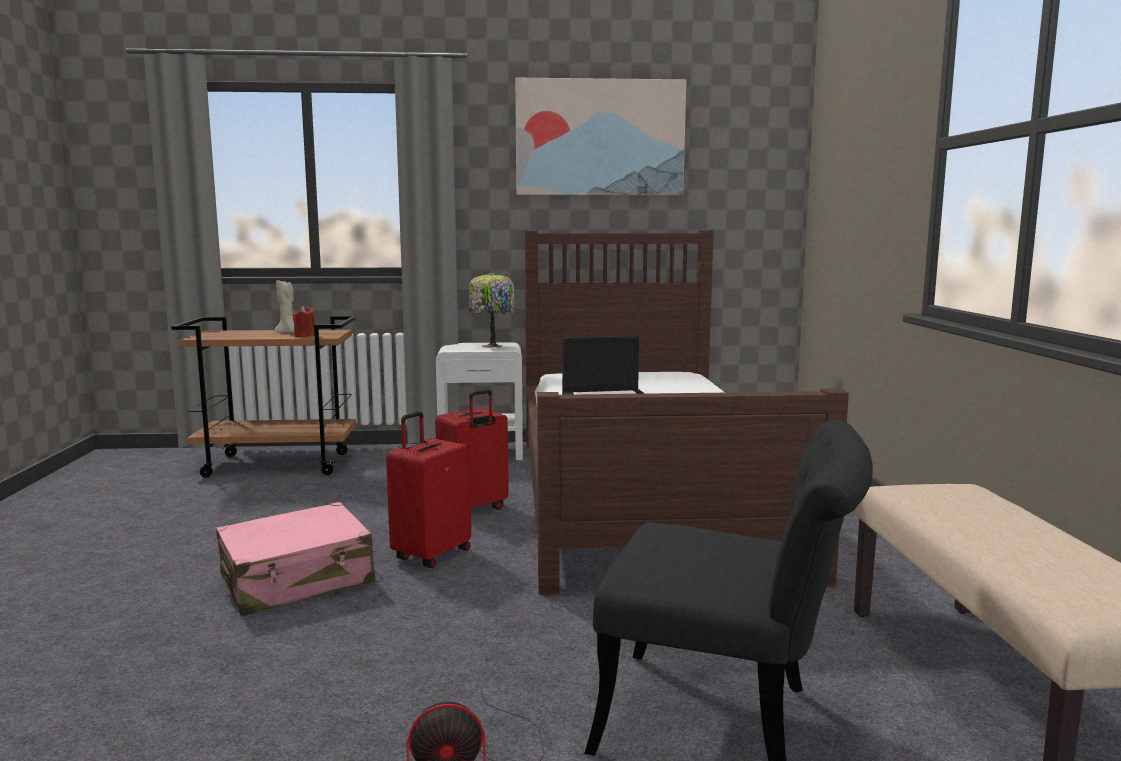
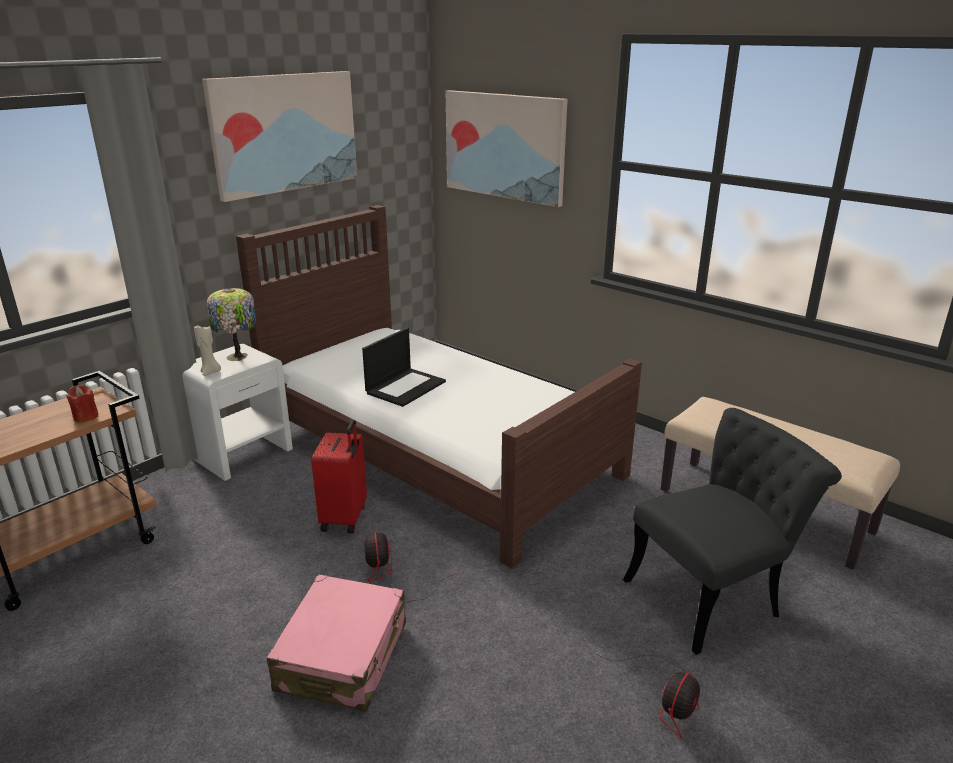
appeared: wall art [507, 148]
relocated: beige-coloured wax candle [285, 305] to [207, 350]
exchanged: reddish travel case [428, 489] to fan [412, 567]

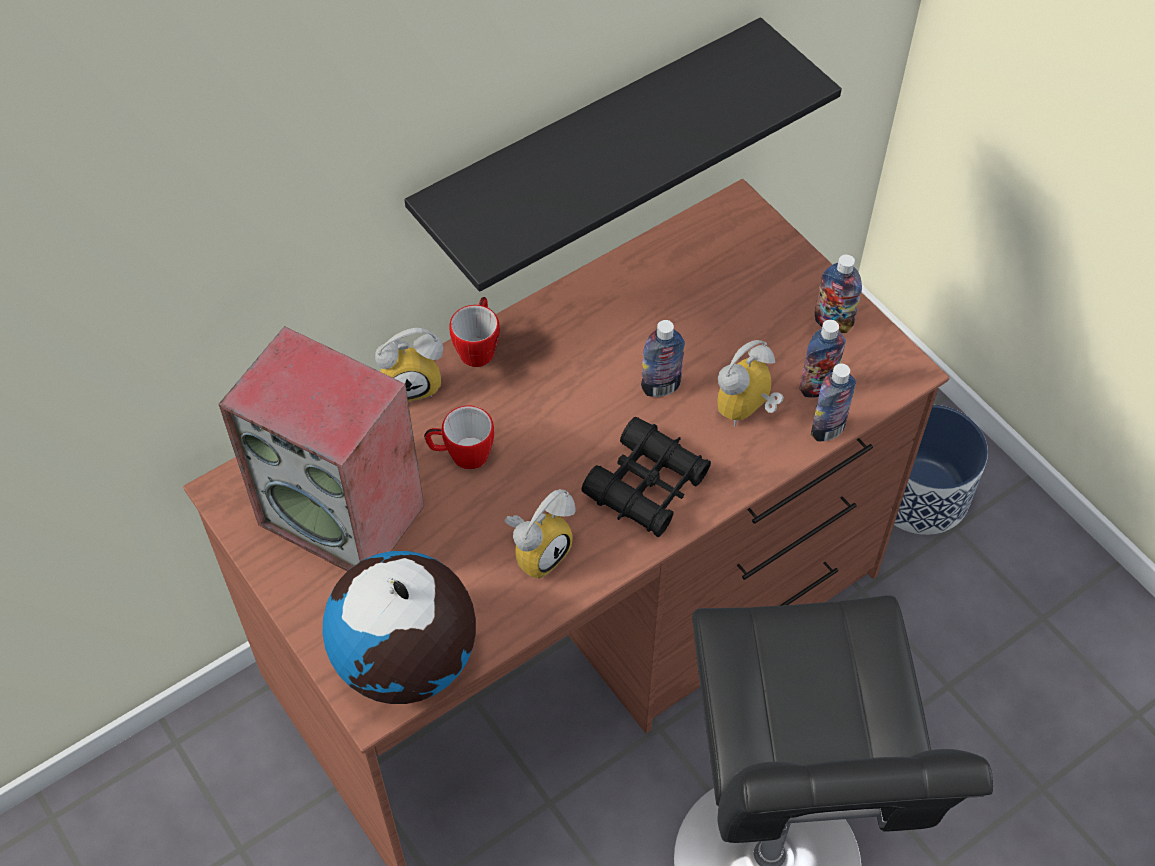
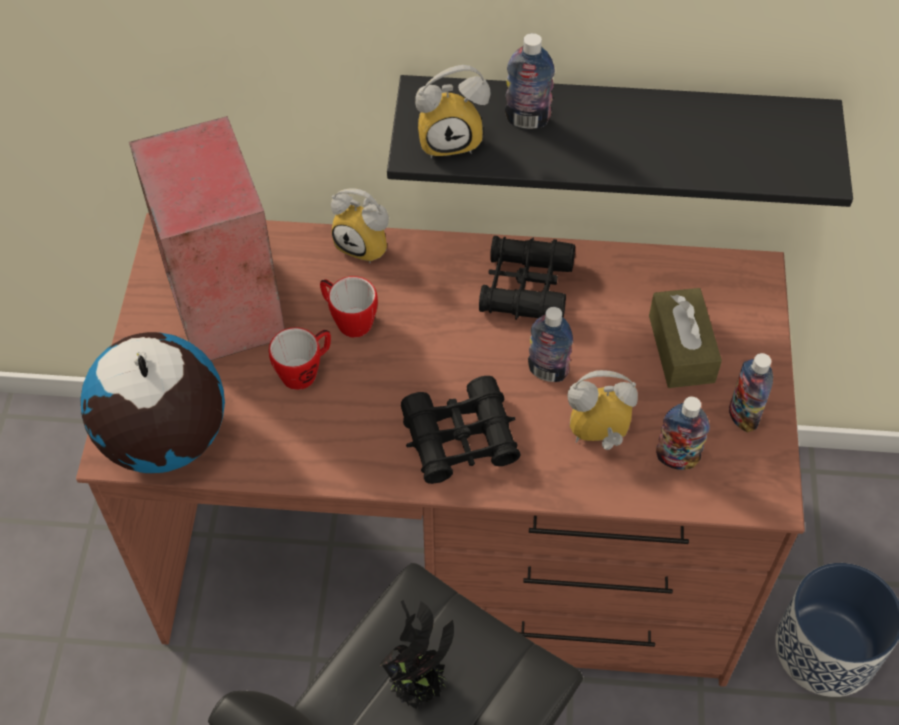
appeared: houseplant [417, 654]; black binoculars [527, 278]; brown tissue box [685, 338]
relocated: tea mug [474, 332] to [300, 358]; alarm clock [540, 533] to [453, 111]; beverage bottle [833, 403] to [530, 81]

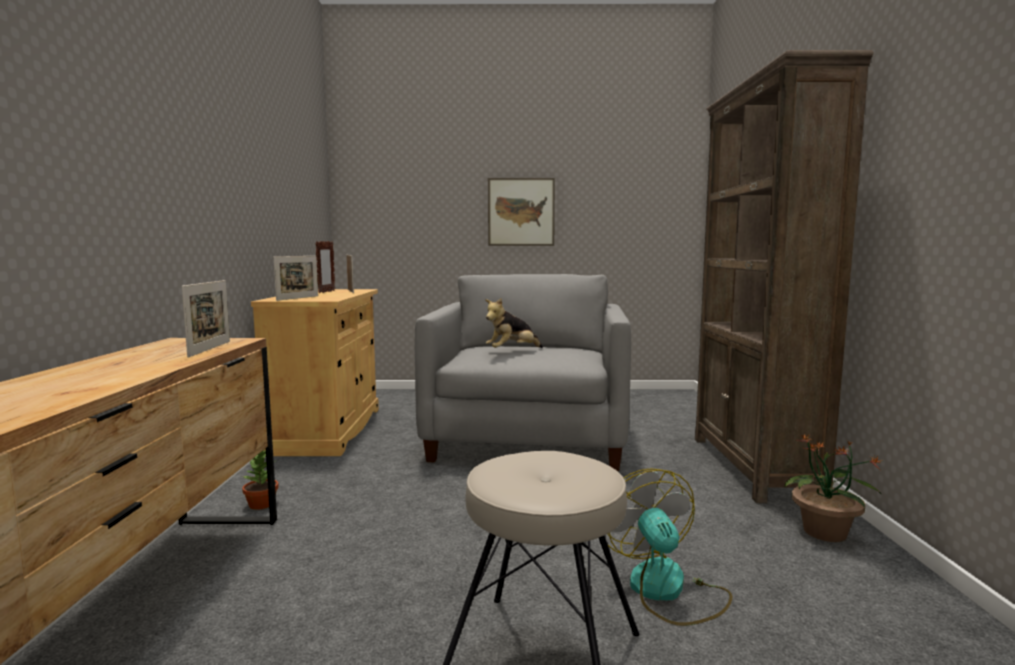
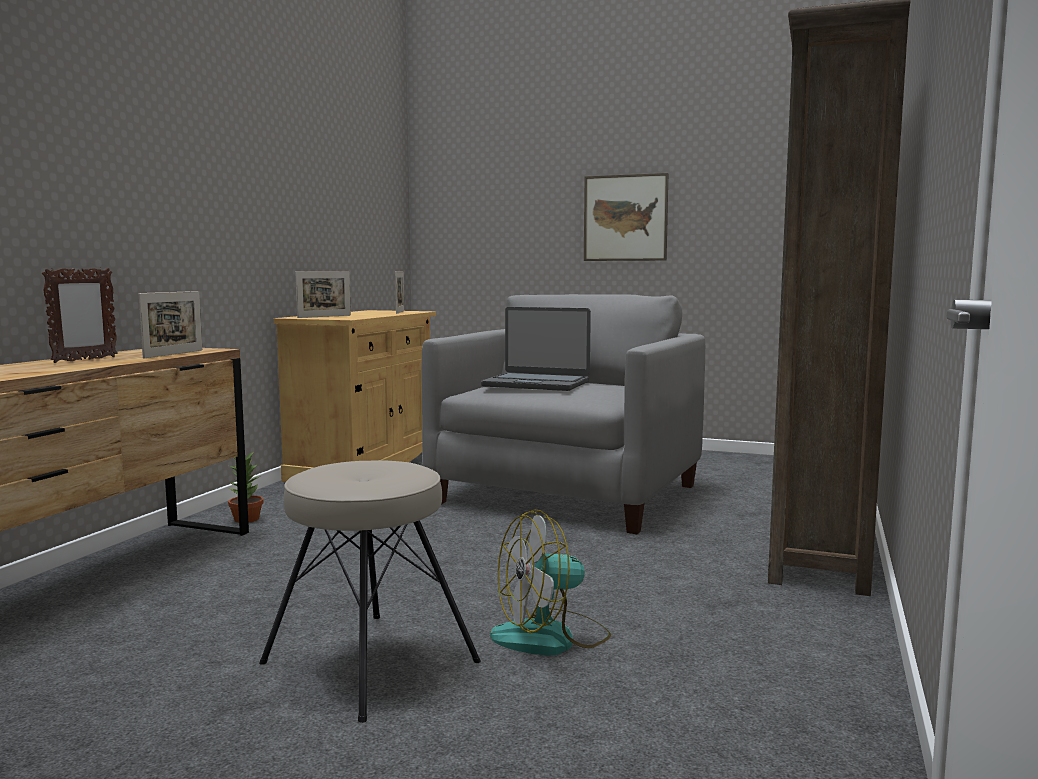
missing: houseplant [833, 488]
relocated: photo frame [325, 267] to [80, 315]
exchanged: cuddly toy [514, 323] to laptop [536, 349]
spun: fan [669, 547] = [550, 582] 120 degrees counterclockwise

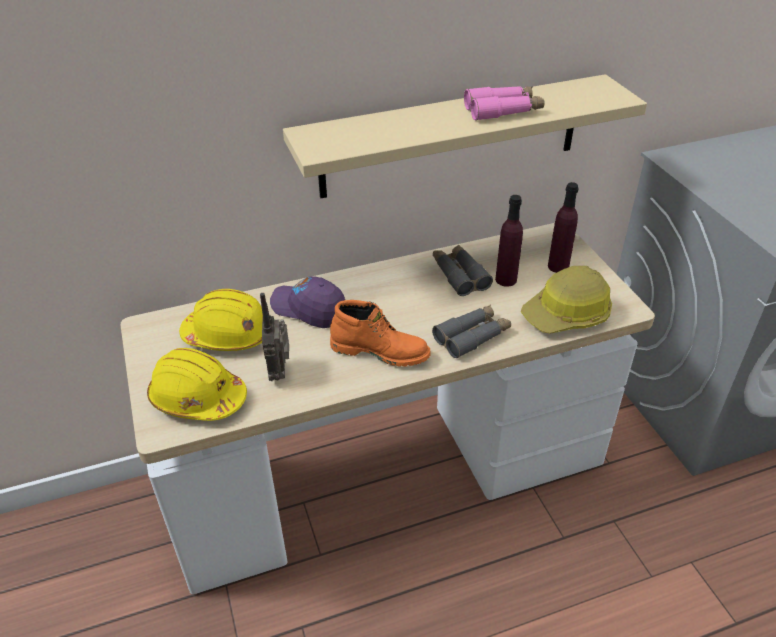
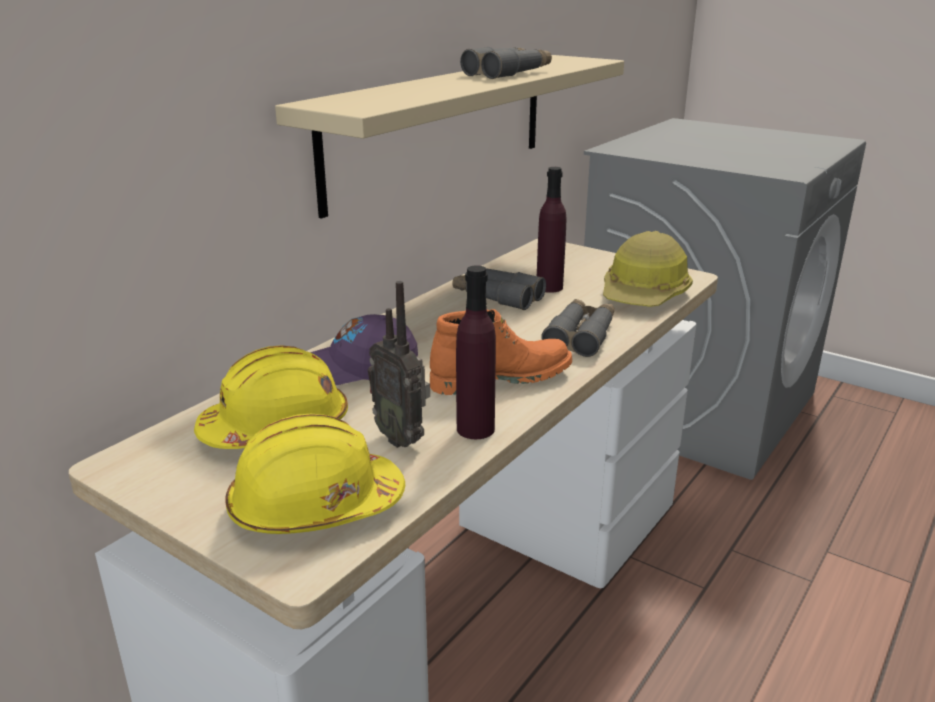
relocated: purplish beverage bottle [563, 227] to [476, 352]
colour: pinkish binoculars [504, 103] to grey binoculars [506, 63]

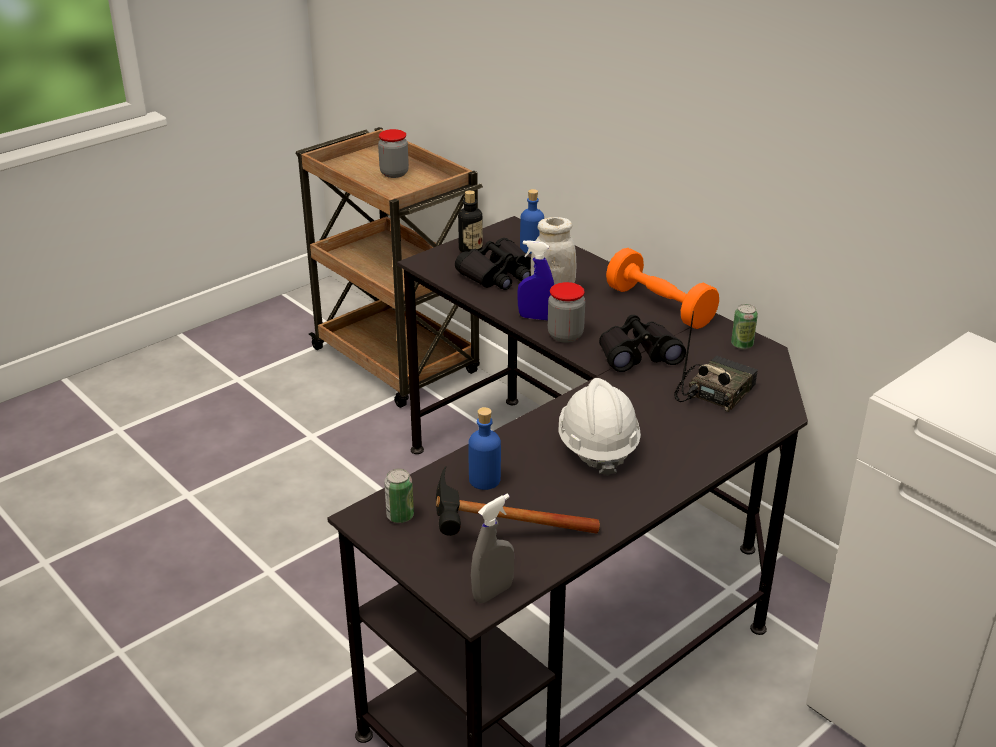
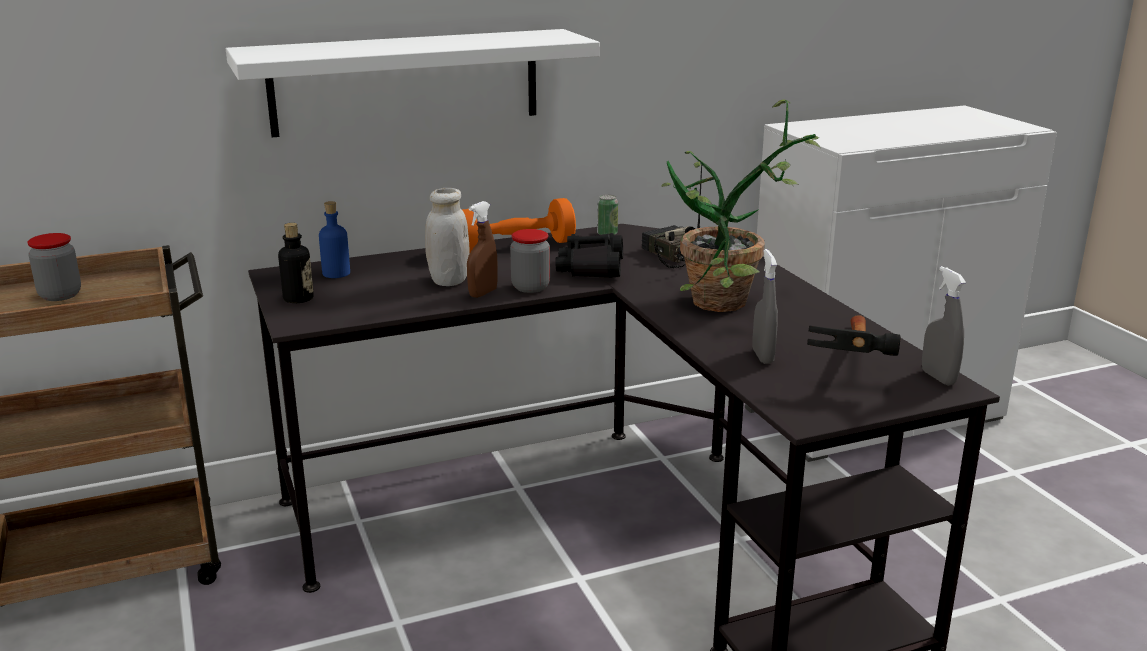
missing: sealed can [399, 495]; black binoculars [493, 264]
appeared: white shelf [413, 83]
exchanged: blue beverage bottle [484, 448] to grey spray bottle [765, 306]; white safety helmet [599, 427] to houseplant [741, 205]
colour: blue spray bottle [535, 280] to brown spray bottle [482, 249]

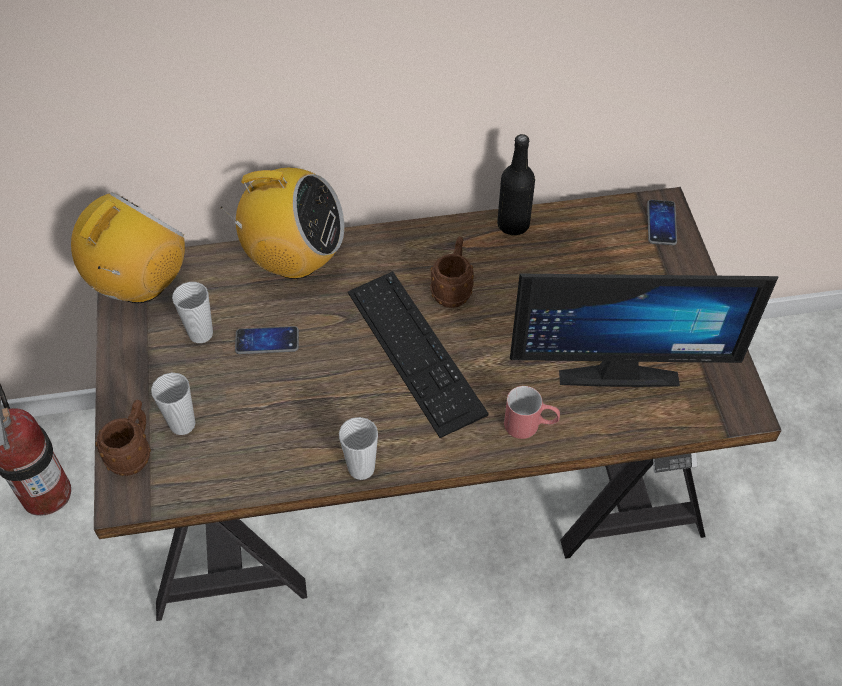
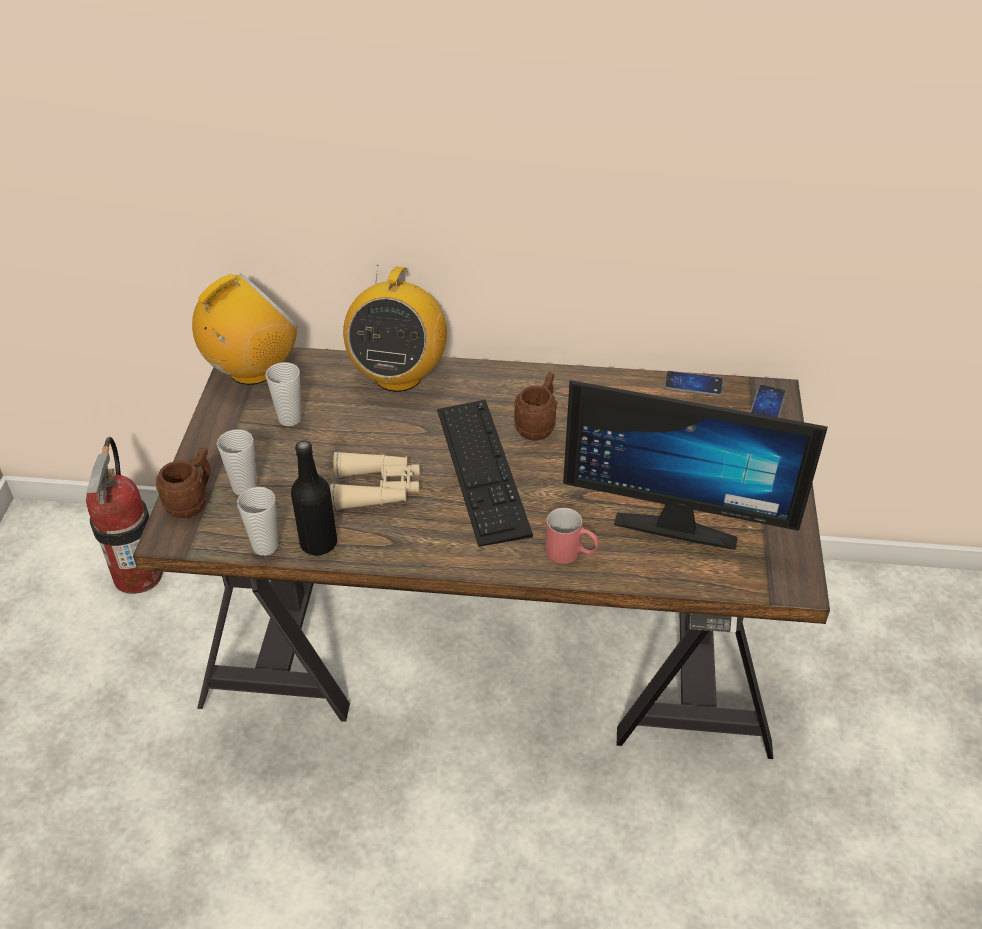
appeared: beige-coloured binoculars [375, 480]
relocated: phone [267, 340] to [694, 384]; cup [358, 448] to [258, 521]; black beverage bottle [516, 184] to [314, 498]
spun: radio [282, 223] = [395, 328] 75 degrees clockwise

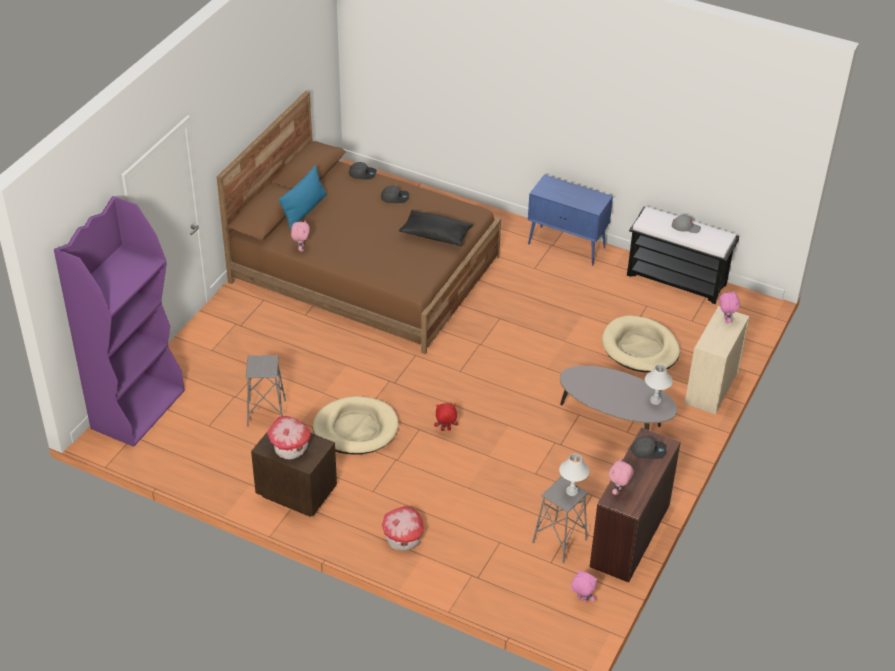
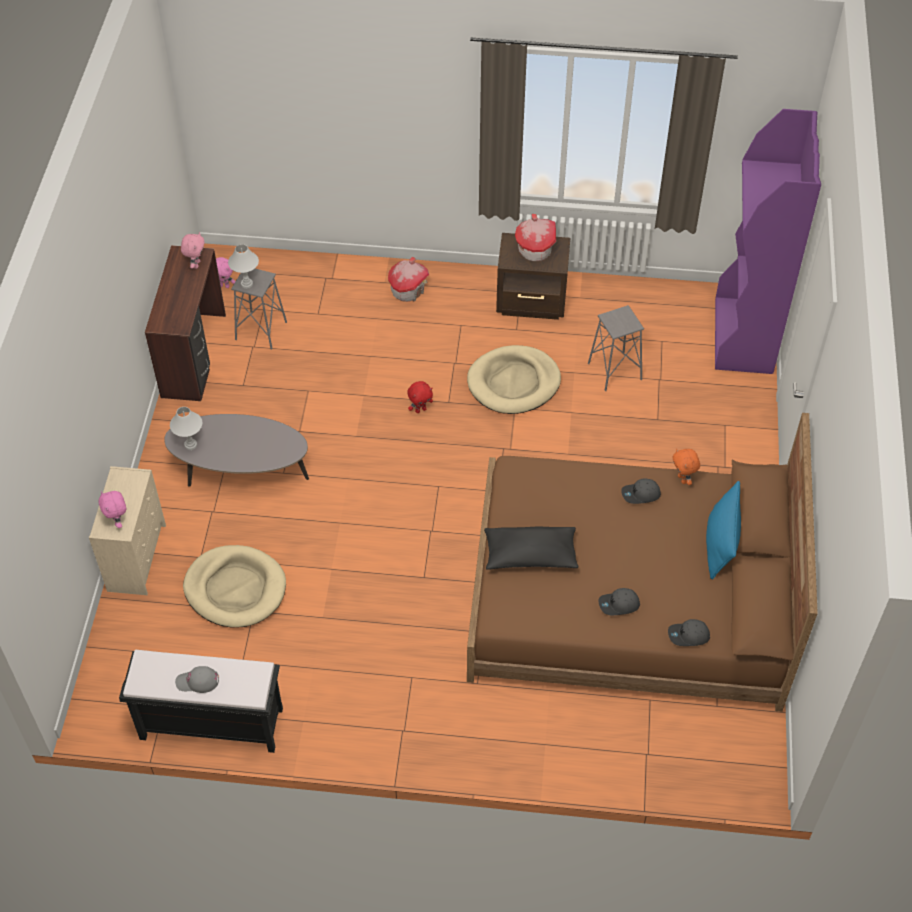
missing: blue cabinet [570, 220]
relocated: grey cap [648, 447] to [641, 491]
colour: pinkish cuddly toy [300, 236] to orange-coloured cuddly toy [686, 466]

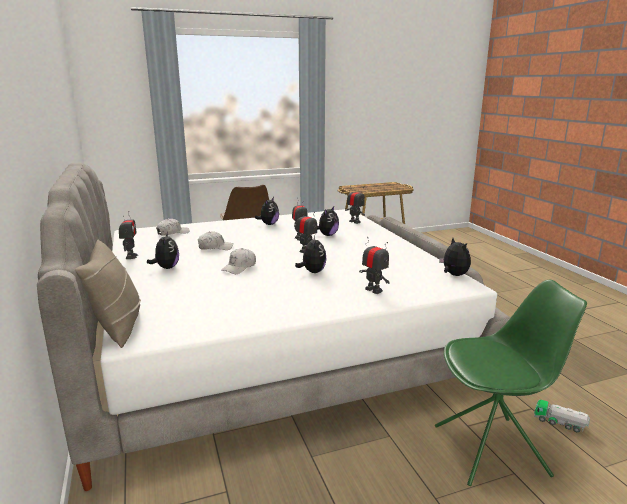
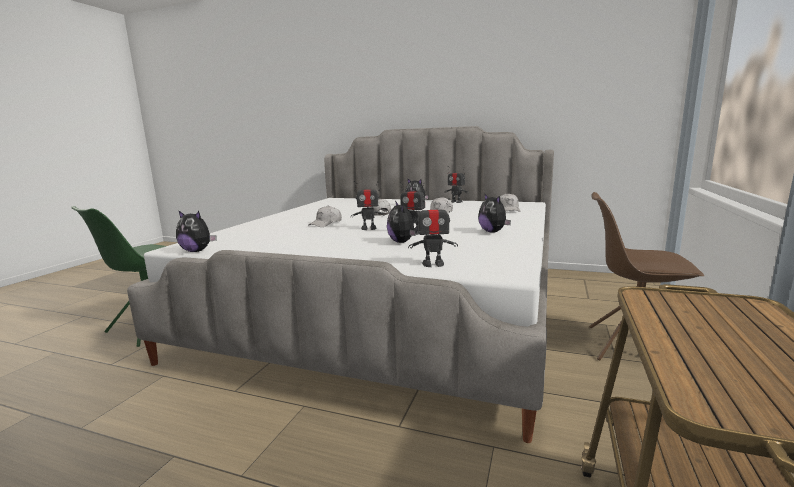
missing: beige-coloured cushion [108, 293]; robot figure [374, 265]; model truck [562, 416]
exchanged: cuddly toy [311, 254] to white cap [325, 216]

